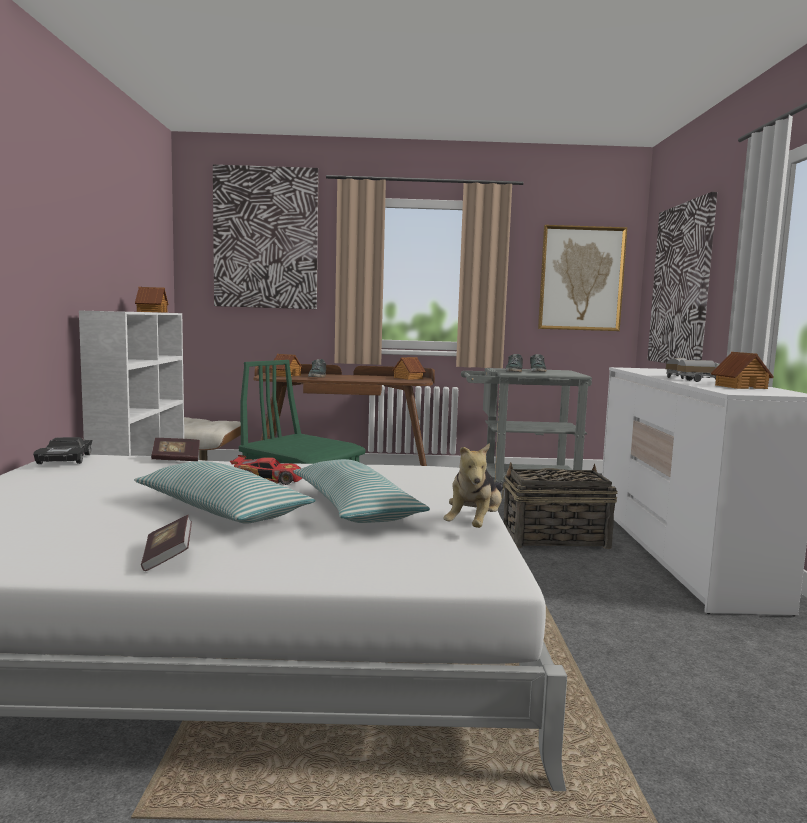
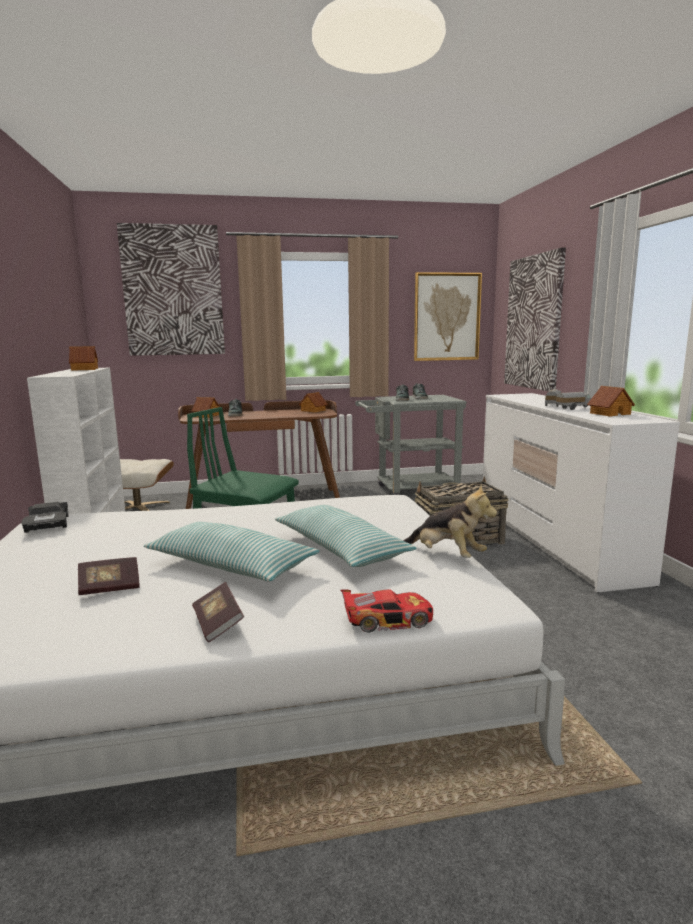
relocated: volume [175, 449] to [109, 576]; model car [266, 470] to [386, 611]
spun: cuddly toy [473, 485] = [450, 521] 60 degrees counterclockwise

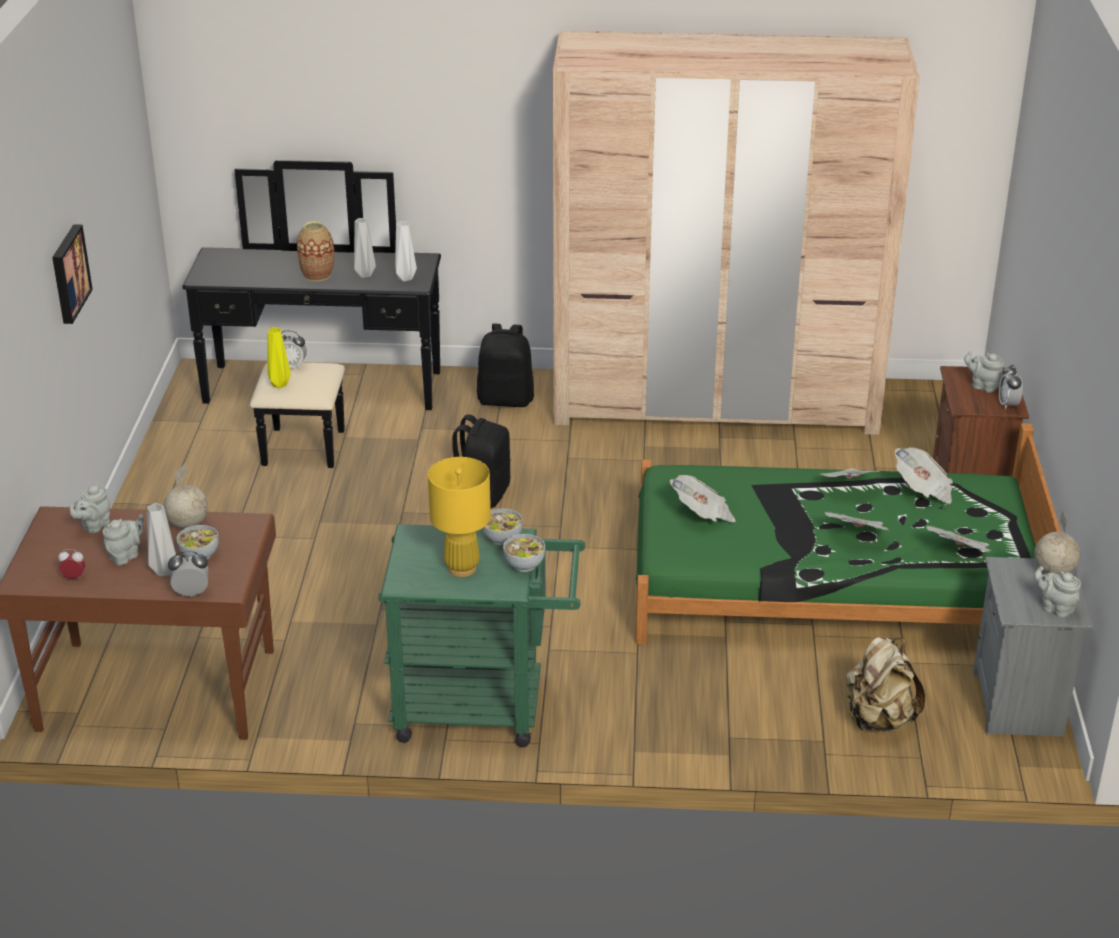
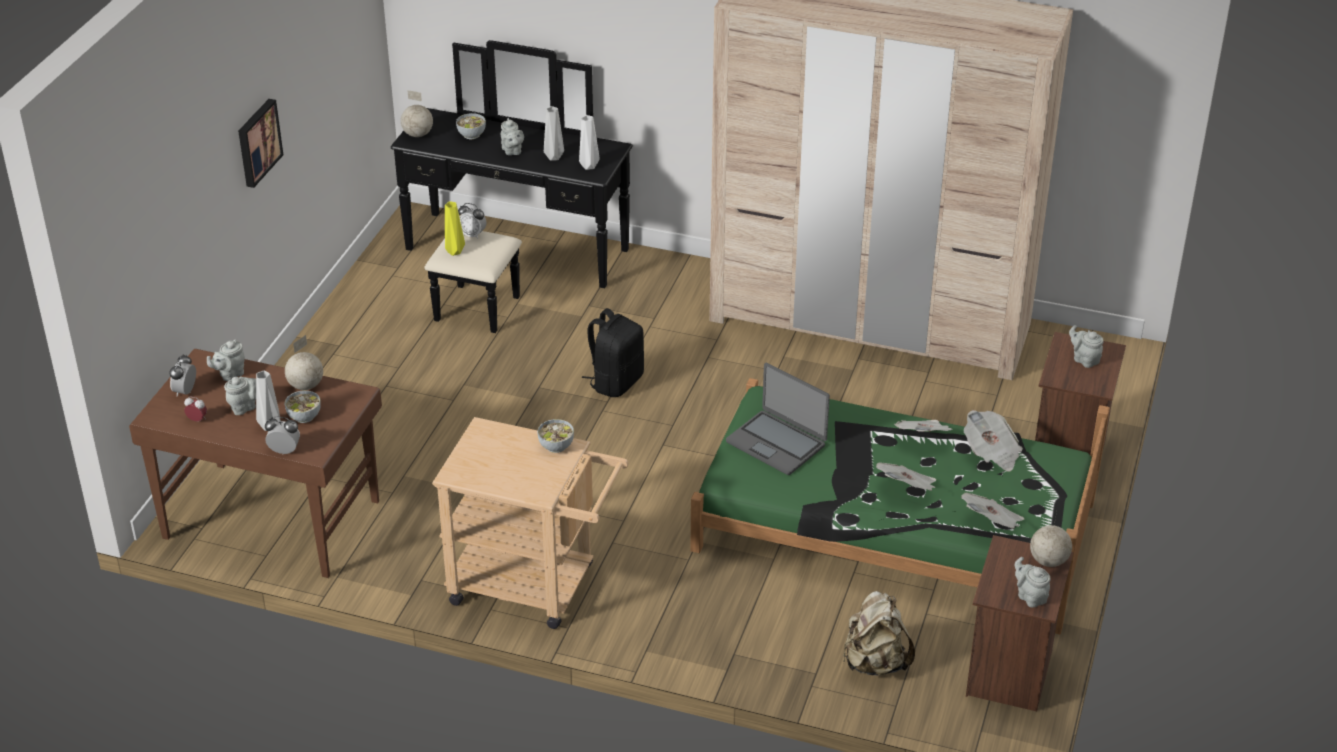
missing: yellowish table lamp [459, 517]; black rucksack [505, 365]
appeared: world globe [417, 113]
relocated: deep dish [524, 553] to [471, 126]; alarm clock [1011, 387] to [182, 375]
exchanged: vase [315, 251] to grey tea pot [512, 136]; newspaper [703, 498] to laptop [778, 419]
colour: green cart [481, 635] to beige-coloured cart [530, 523]; grey nightstand [1033, 647] to brown nightstand [1019, 623]

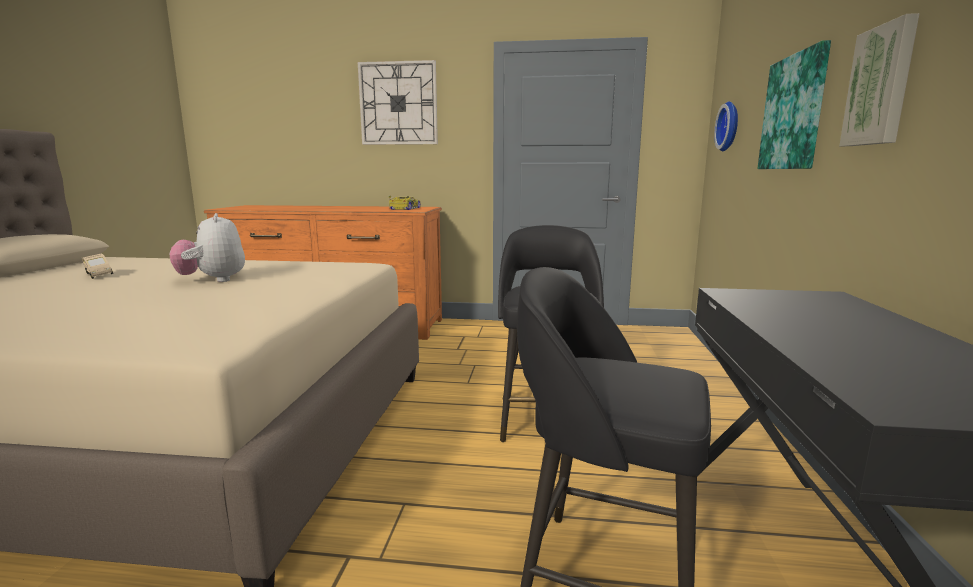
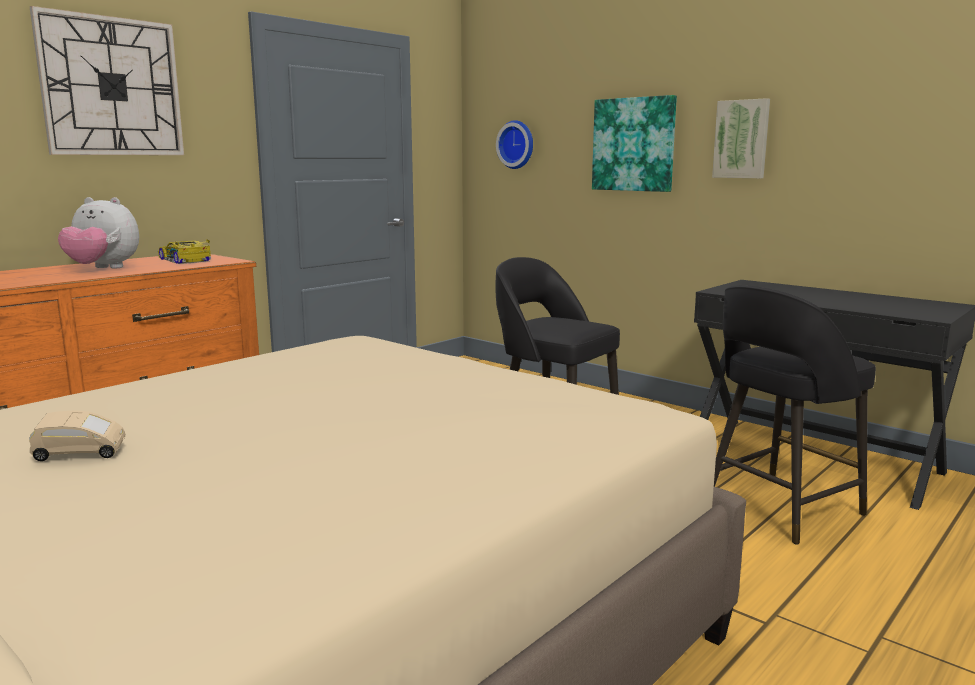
relocated: cuddly toy [207, 247] to [98, 232]

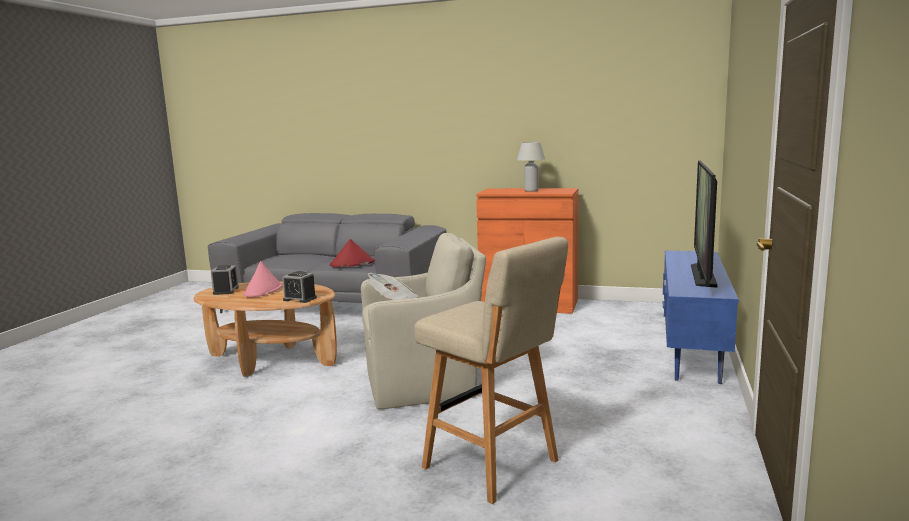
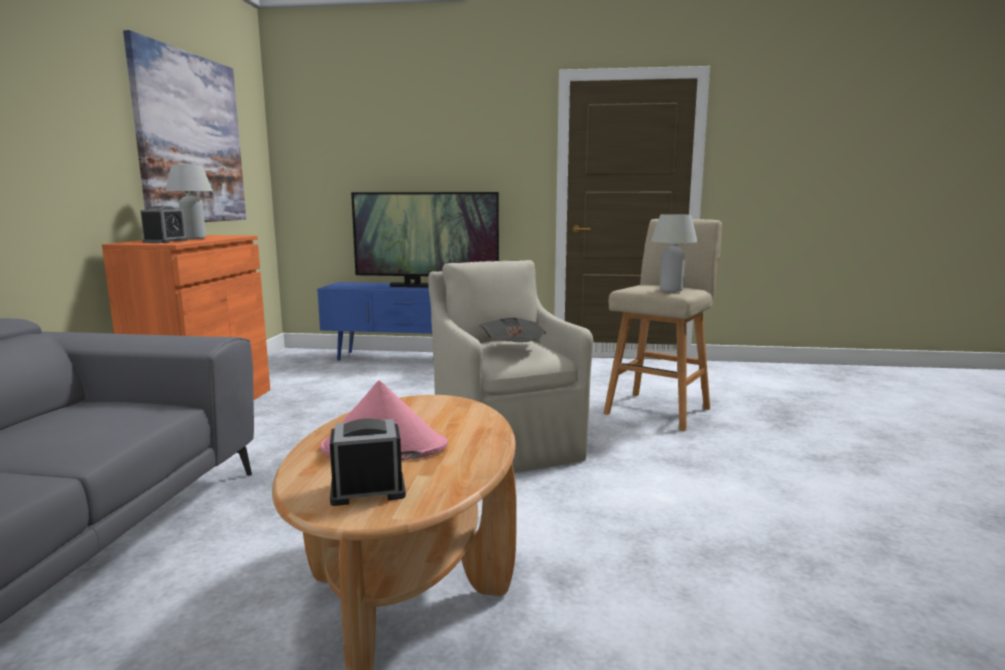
missing: reddish wearable hat [352, 253]
appeared: wall art [184, 126]; white table lamp [674, 253]
relocated: alarm clock [299, 287] to [164, 224]

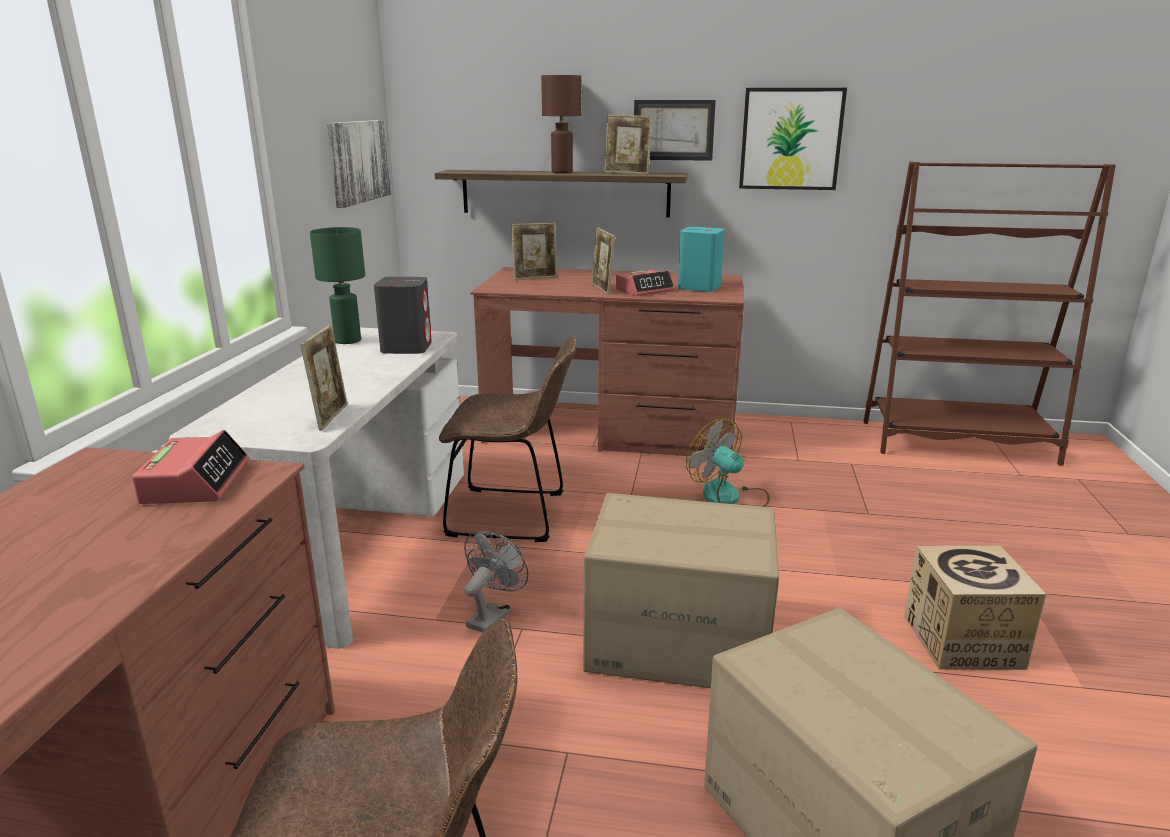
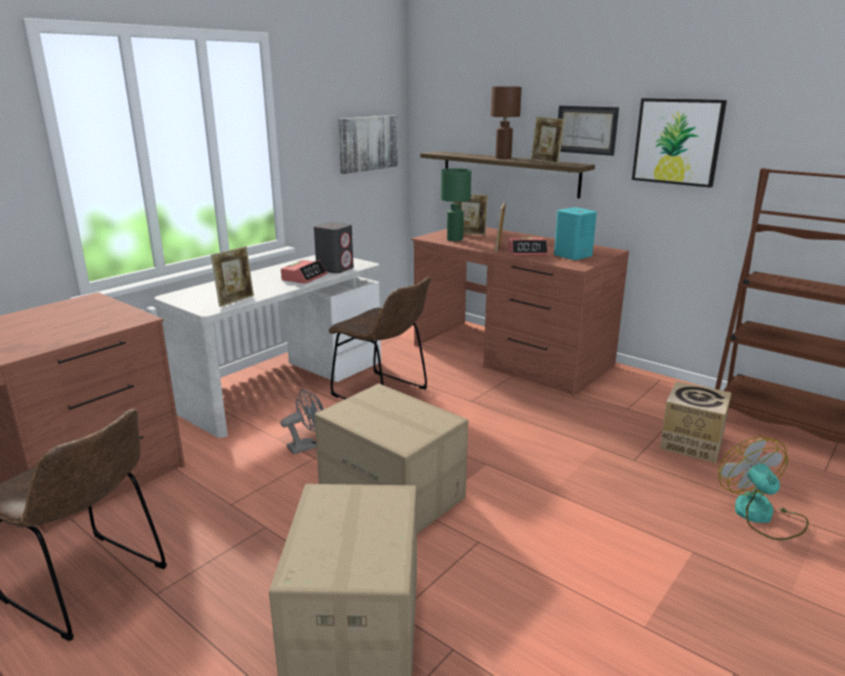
relocated: alarm clock [190, 467] to [304, 271]; green table lamp [337, 285] to [456, 204]; fan [727, 463] to [764, 488]; cardboard box [975, 608] to [696, 422]

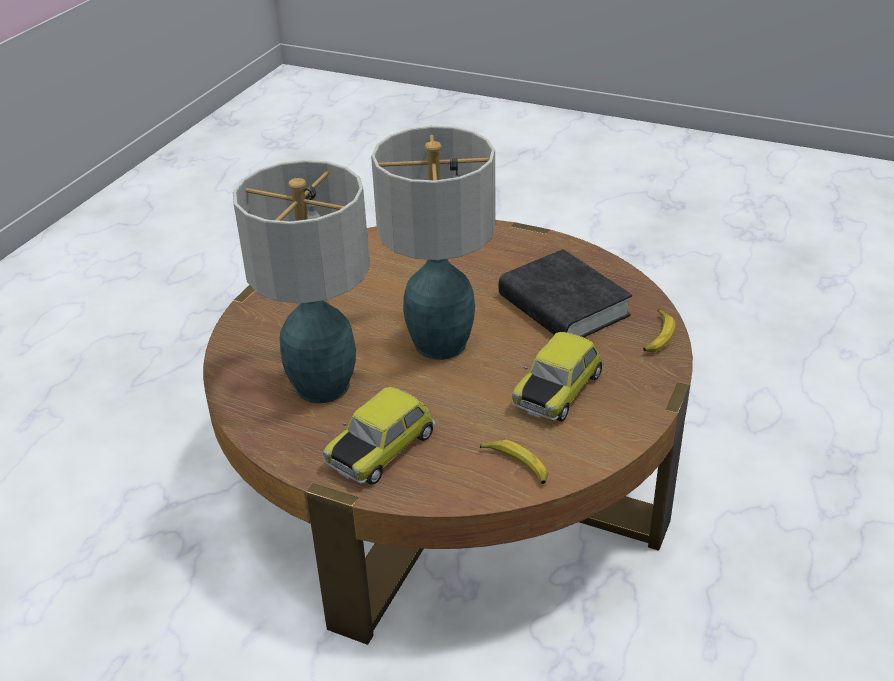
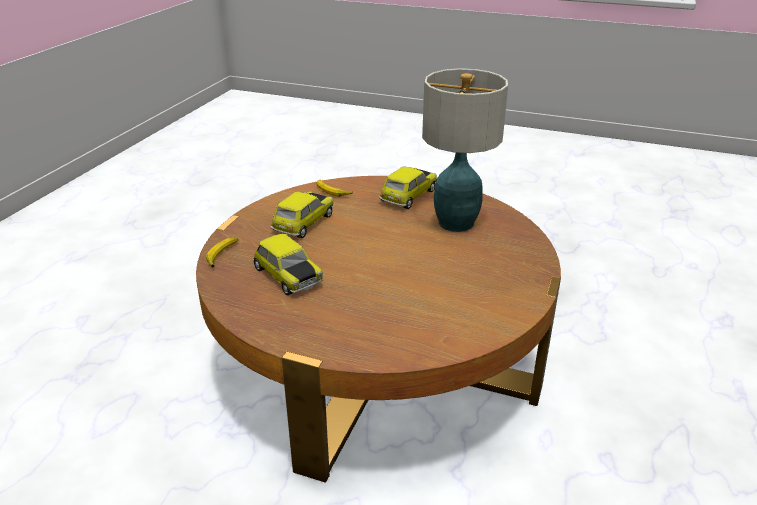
missing: table lamp [433, 243]
exchanged: black volume [565, 293] to model car [288, 264]

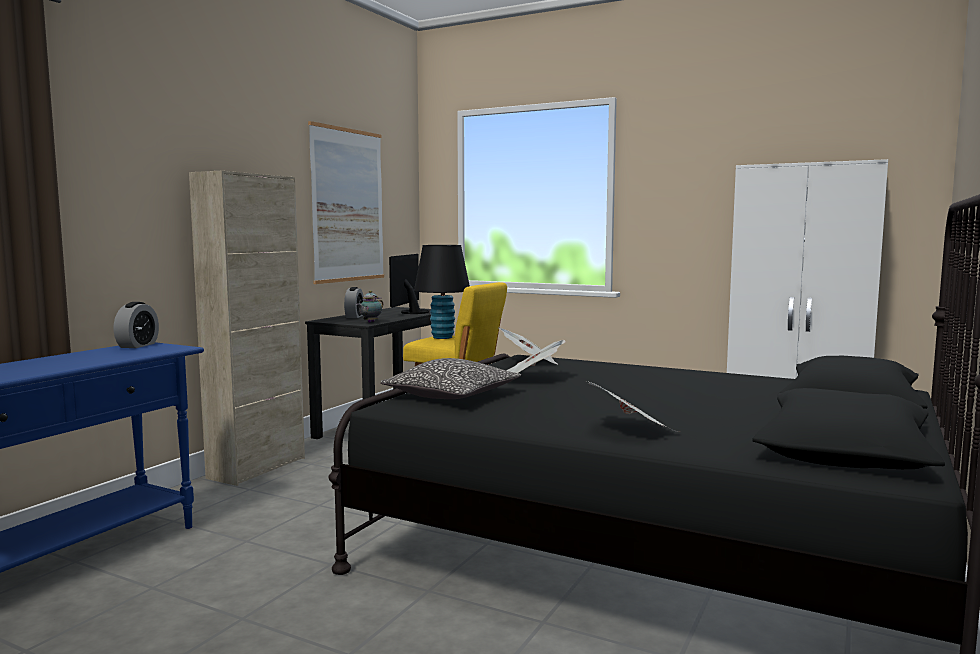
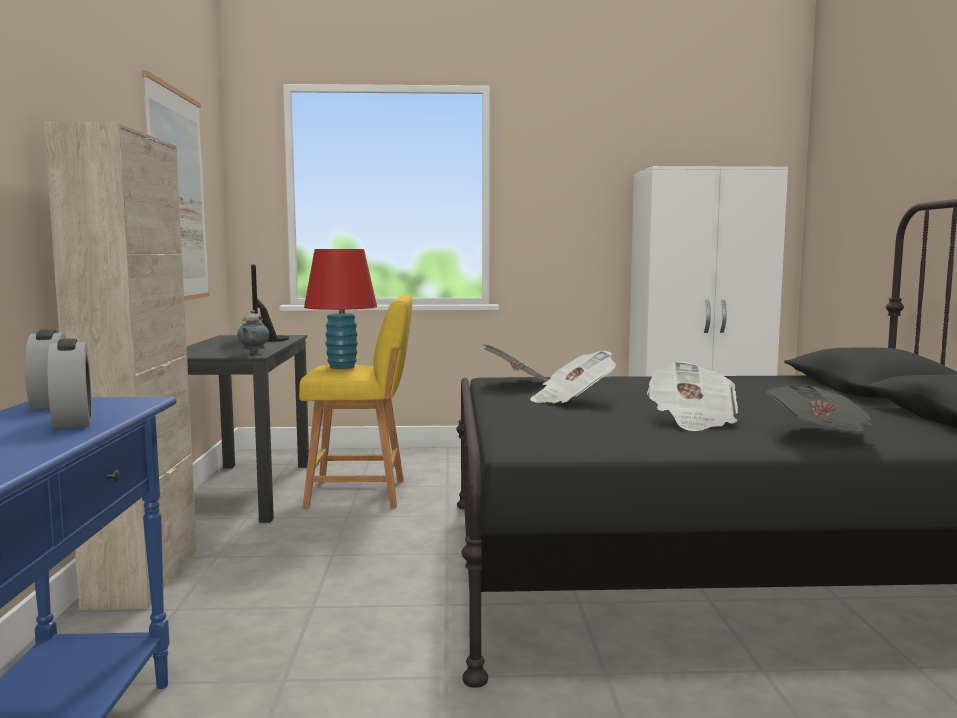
missing: cushion [450, 378]
appeared: newspaper [692, 396]
relocated: alarm clock [354, 302] to [69, 384]
colour: black table lamp [442, 292] to reddish table lamp [340, 309]

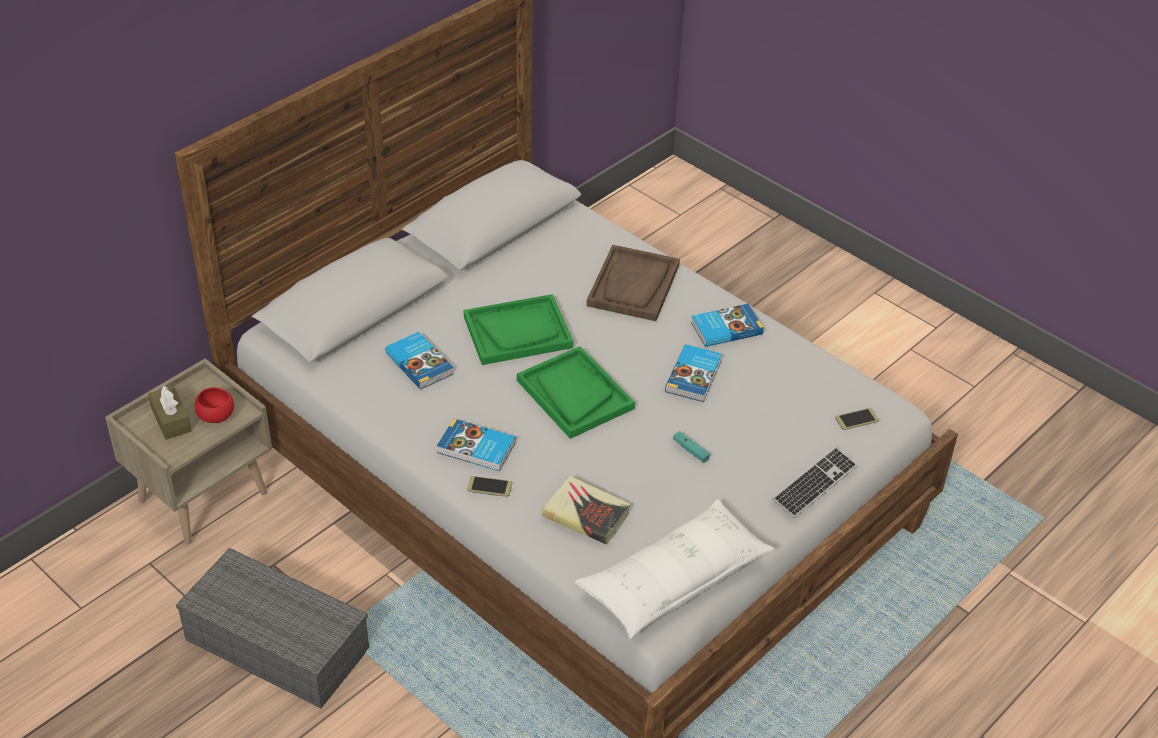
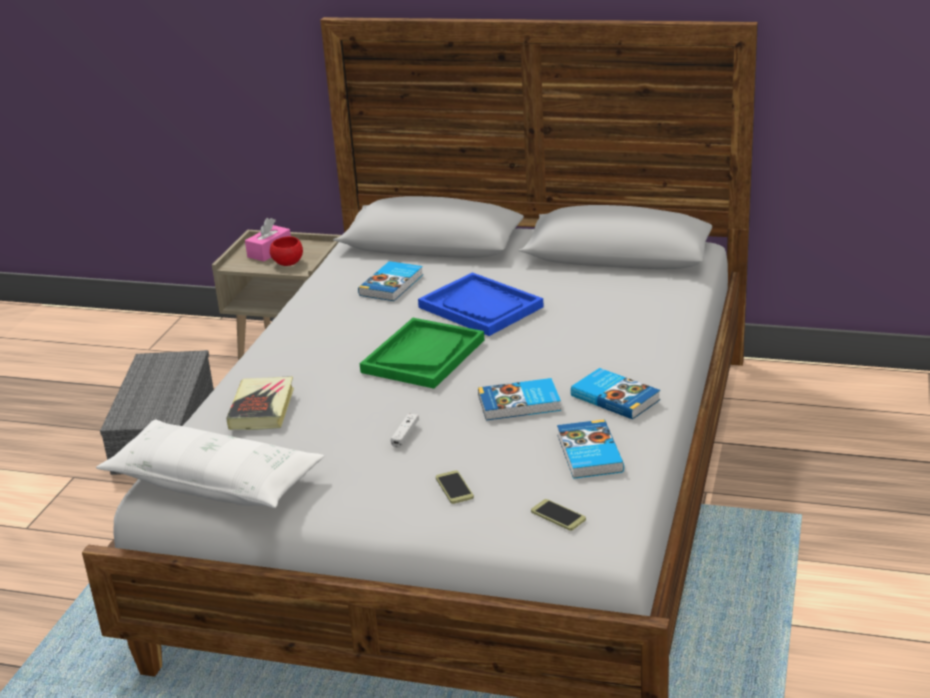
missing: brown carrying tray [633, 283]; PC keyboard [814, 482]
relocated: volume [476, 445] to [590, 449]; phone [489, 486] to [455, 487]
colour: brown tissue box [169, 413] to pinkish tissue box [268, 240]; green carrying tray [519, 329] to blue carrying tray [481, 304]; turquoise gamepad [691, 447] to white gamepad [405, 431]

